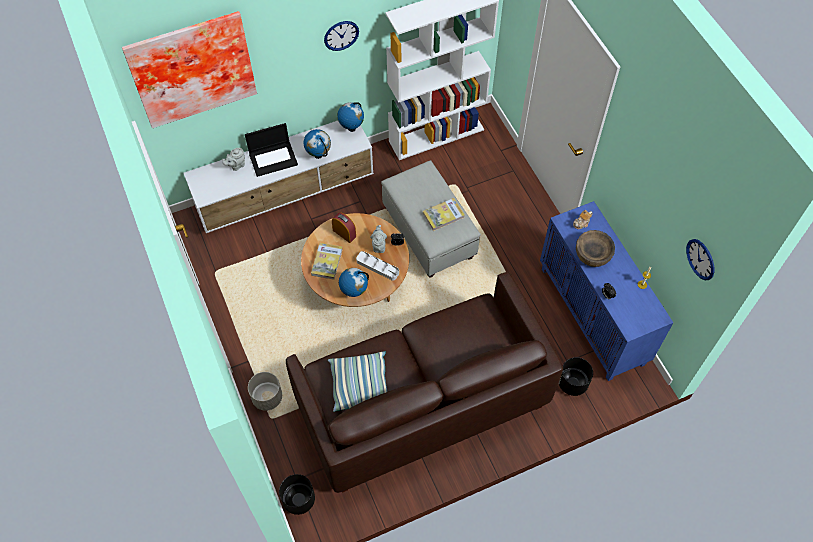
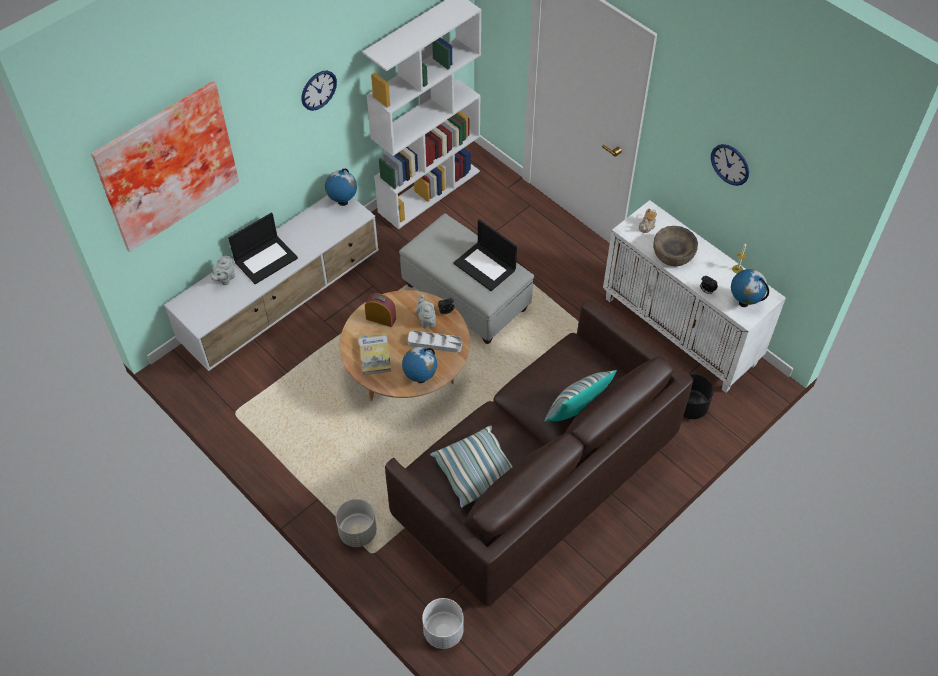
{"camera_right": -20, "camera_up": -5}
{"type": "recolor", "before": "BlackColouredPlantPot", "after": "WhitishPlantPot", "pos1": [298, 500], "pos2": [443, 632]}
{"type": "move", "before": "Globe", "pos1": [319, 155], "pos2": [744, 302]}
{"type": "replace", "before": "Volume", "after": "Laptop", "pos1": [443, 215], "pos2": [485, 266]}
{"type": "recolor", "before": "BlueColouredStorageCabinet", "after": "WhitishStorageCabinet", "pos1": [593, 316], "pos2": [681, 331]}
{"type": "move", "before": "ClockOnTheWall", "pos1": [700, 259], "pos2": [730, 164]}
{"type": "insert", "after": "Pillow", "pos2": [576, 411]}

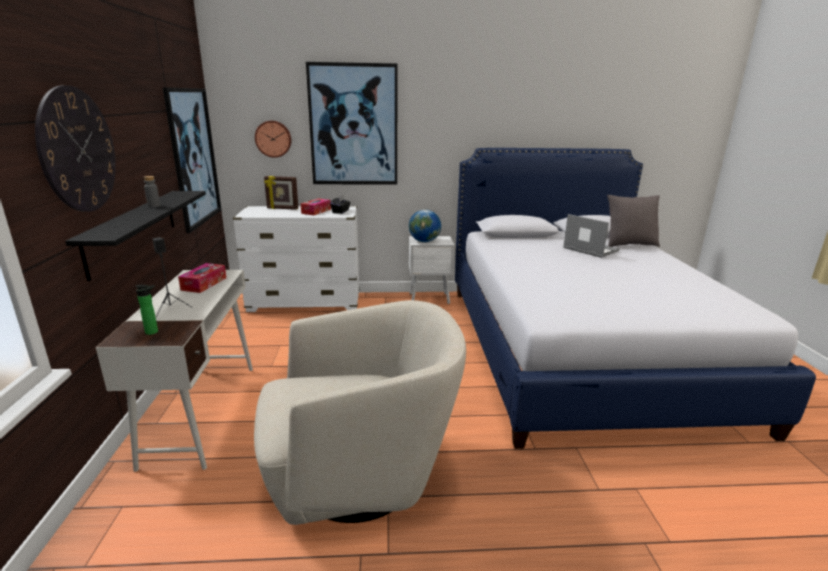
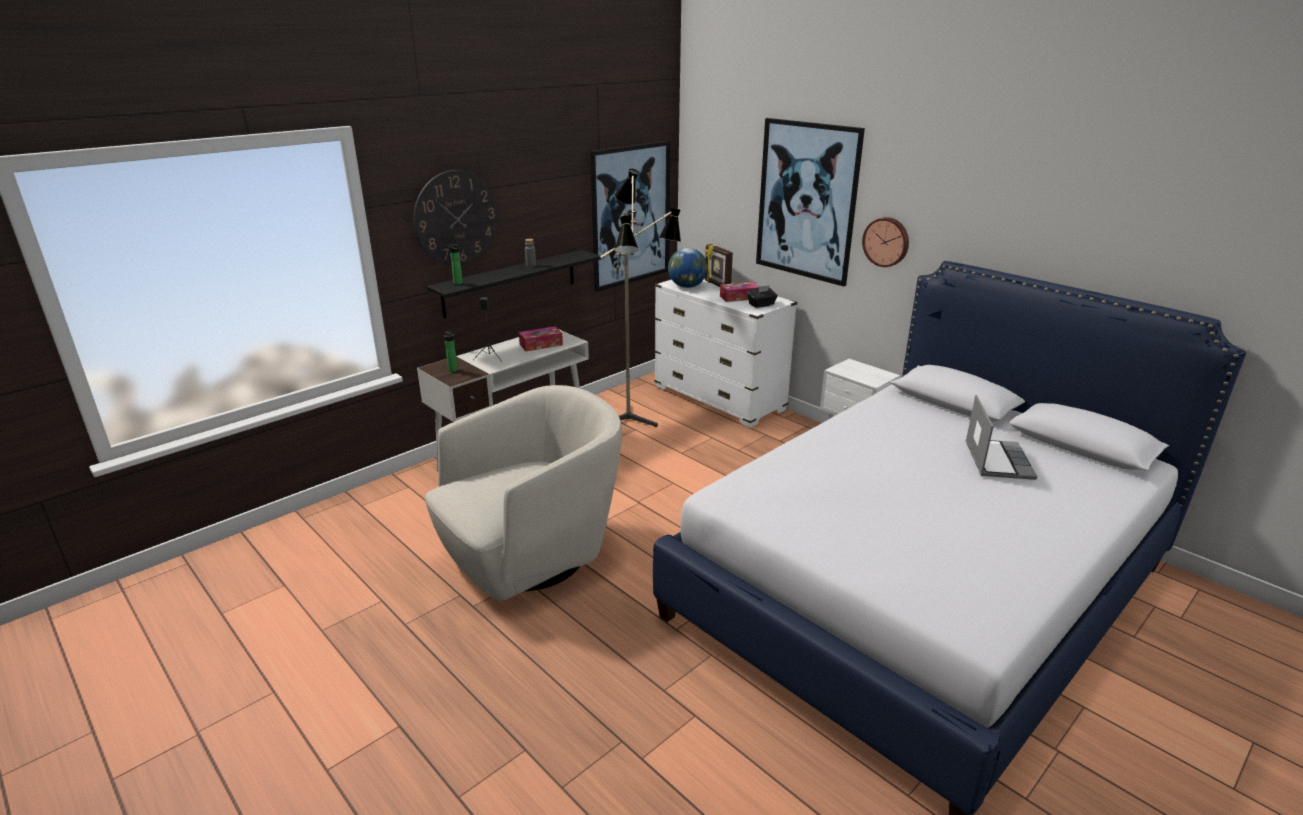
{"camera_right": 50, "camera_up": 5}
{"type": "rotate", "before": "BeigeEasyChair", "pos1": [360, 474], "pos2": [532, 554], "turn": -75}
{"type": "move", "before": "ClockOnTheWall", "pos1": [273, 139], "pos2": [886, 241]}
{"type": "move", "before": "Globe", "pos1": [424, 241], "pos2": [687, 286]}
{"type": "delete", "before": "GreyishPillow", "pos1": [629, 245]}
{"type": "insert", "after": "DrinkBottle", "pos2": [456, 283]}
{"type": "insert", "after": "StandardLamp", "pos2": [635, 418]}

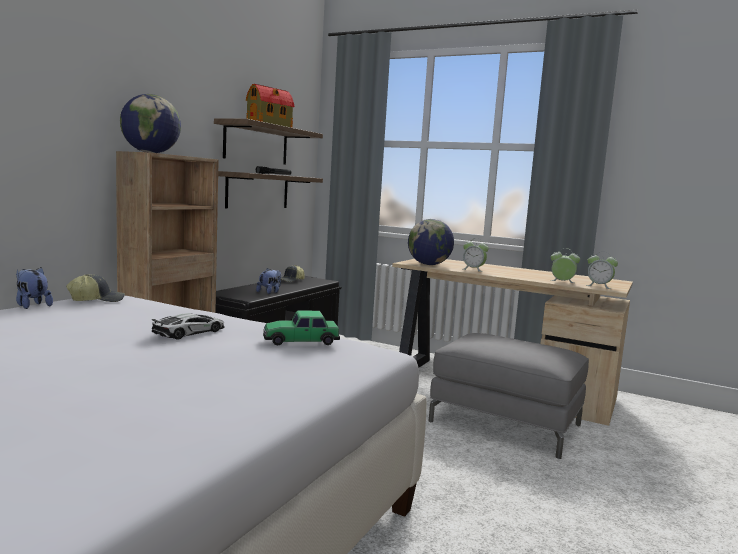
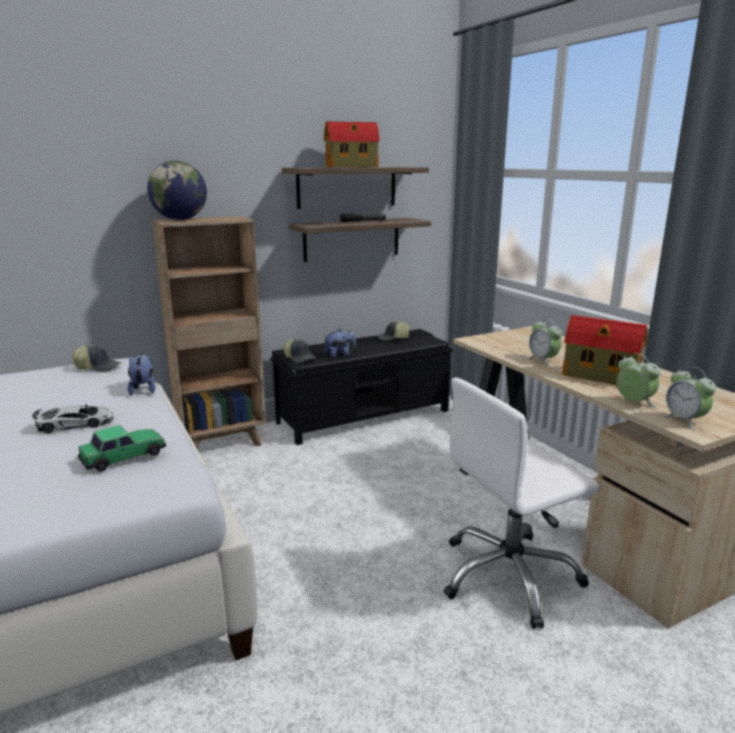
{"camera_right": 35, "camera_up": 10}
{"type": "move", "before": "SoftToy", "pos1": [31, 305], "pos2": [143, 389]}
{"type": "rotate", "before": "MiniatureCar", "pos1": [300, 340], "pos2": [124, 456], "turn": 120}
{"type": "delete", "before": "Globe", "pos1": [429, 264]}
{"type": "replace", "before": "GreyishFootrest", "after": "WhitishOfficeChair", "pos1": [505, 423], "pos2": [509, 576]}
{"type": "insert", "after": "BaseballCap", "pos2": [300, 358]}
{"type": "insert", "after": "ToyHouse", "pos2": [598, 376]}

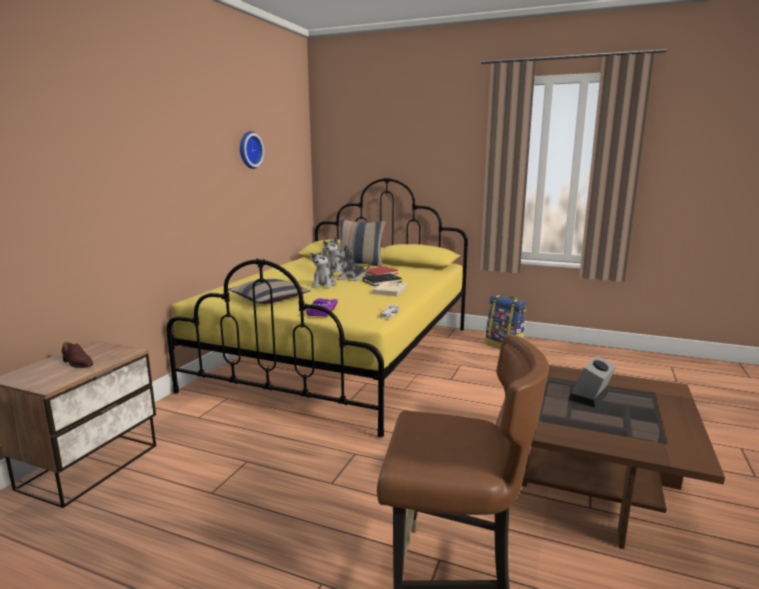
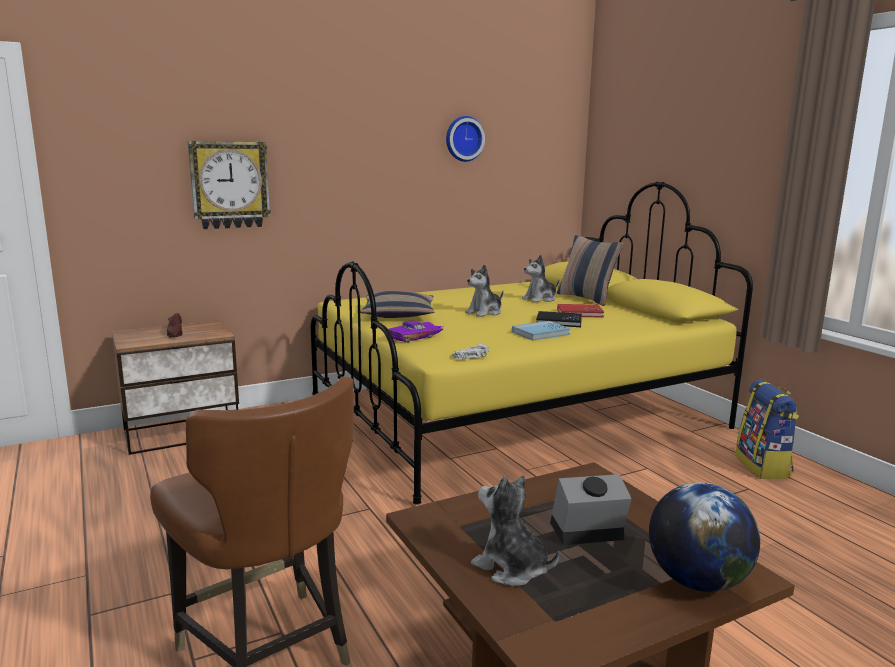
{"camera_right": 40, "camera_up": 0}
{"type": "move", "before": "SoftToy", "pos1": [350, 278], "pos2": [511, 568]}
{"type": "recolor", "before": "BeigeVolume", "after": "BlueColouredVolume", "pos1": [390, 290], "pos2": [540, 333]}
{"type": "insert", "after": "ClockOnTheWall", "pos2": [229, 185]}
{"type": "insert", "after": "Globe", "pos2": [697, 581]}

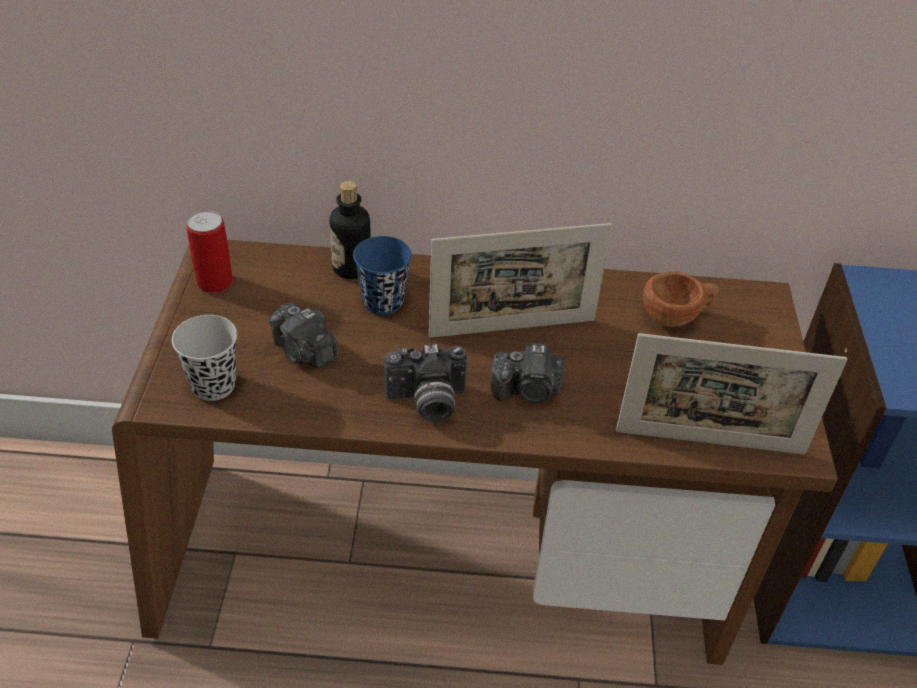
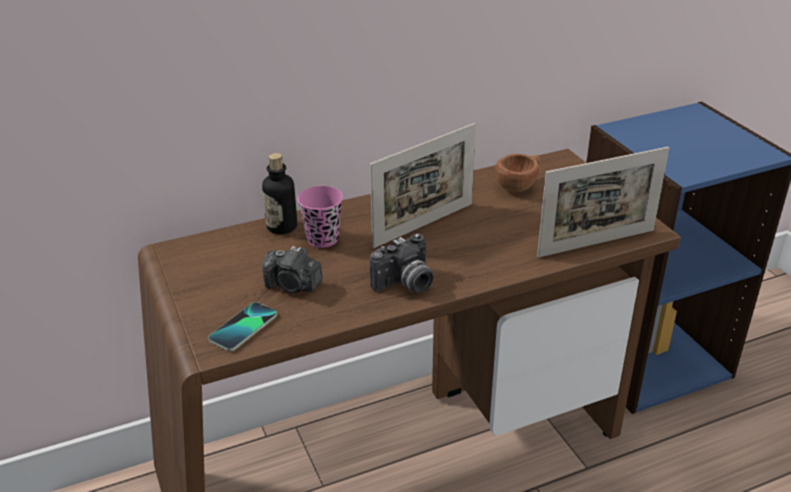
{"camera_right": -25, "camera_up": -10}
{"type": "replace", "before": "BlackColouredCup", "after": "Phone", "pos1": [213, 385], "pos2": [243, 328]}
{"type": "delete", "before": "SealedCan", "pos1": [215, 282]}
{"type": "recolor", "before": "BlueColouredCup", "after": "PinkColouredCup", "pos1": [383, 302], "pos2": [322, 239]}
{"type": "delete", "before": "StillCamera", "pos1": [527, 390]}

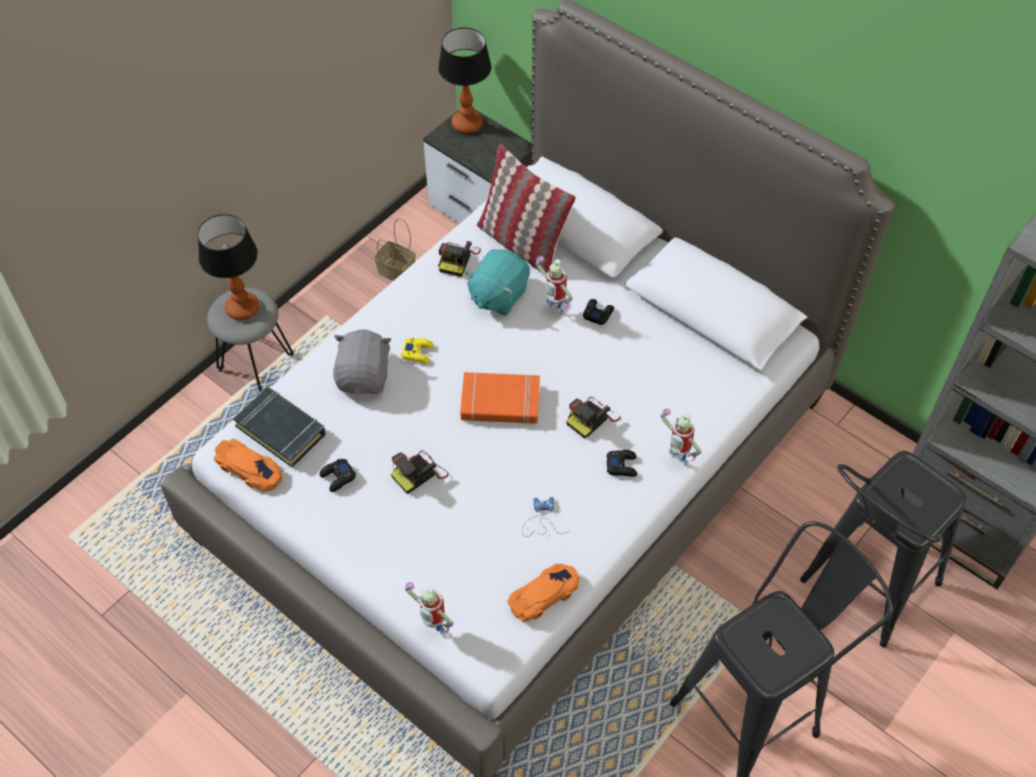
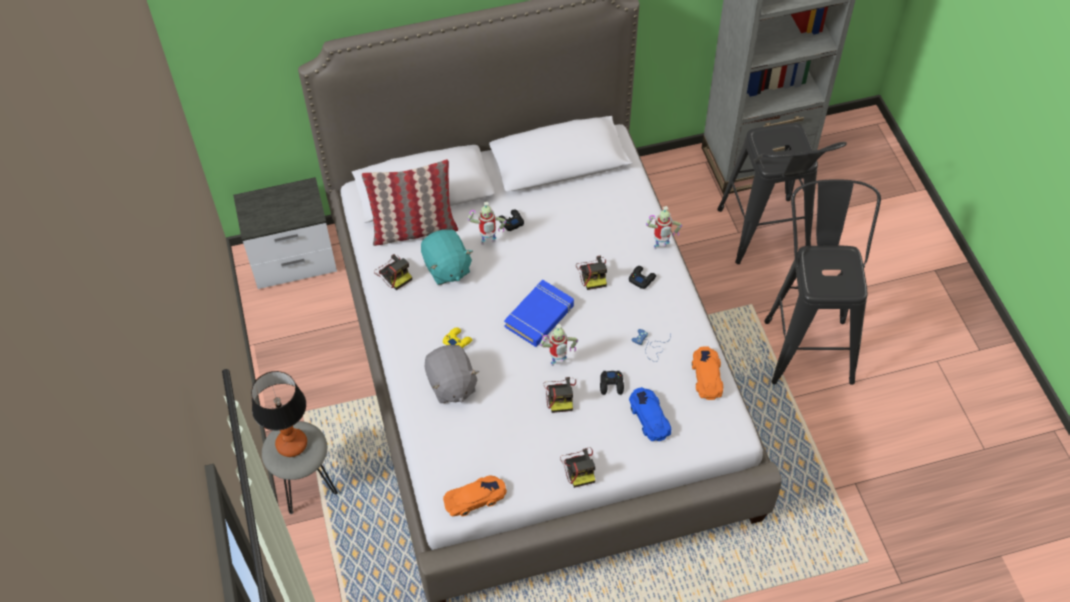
{"camera_right": -55, "camera_up": 0}
{"type": "delete", "before": "BlackColouredVolume", "pos1": [281, 430]}
{"type": "move", "before": "BlackColouredJoypad", "pos1": [338, 477], "pos2": [611, 385]}
{"type": "rotate", "before": "GreyishSoftToy", "pos1": [364, 376], "pos2": [451, 384], "turn": -150}
{"type": "delete", "before": "StorageBasket", "pos1": [398, 271]}
{"type": "move", "before": "RobotFigure", "pos1": [434, 629], "pos2": [557, 364]}
{"type": "delete", "before": "LampForATable", "pos1": [466, 124]}
{"type": "recolor", "before": "OrangeyVolume", "after": "BlueColouredVolume", "pos1": [500, 402], "pos2": [539, 316]}
{"type": "insert", "after": "StillCamera", "pos2": [579, 467]}
{"type": "insert", "after": "BlueColouredMiniatureCar", "pos2": [649, 416]}

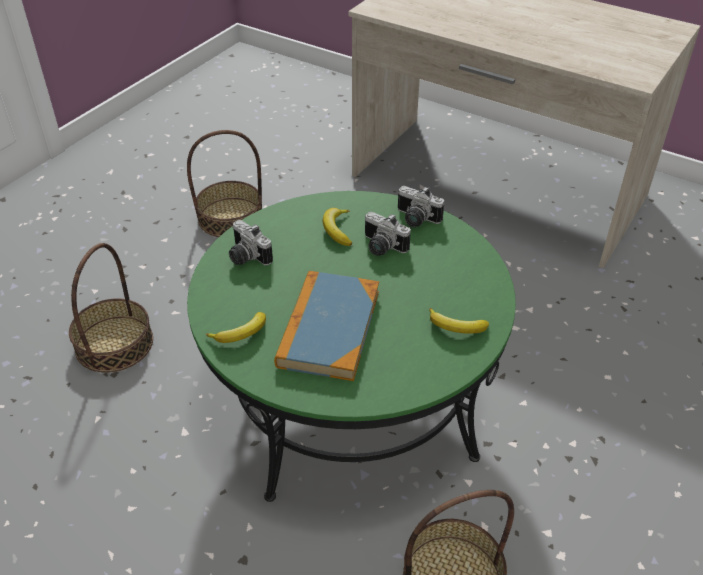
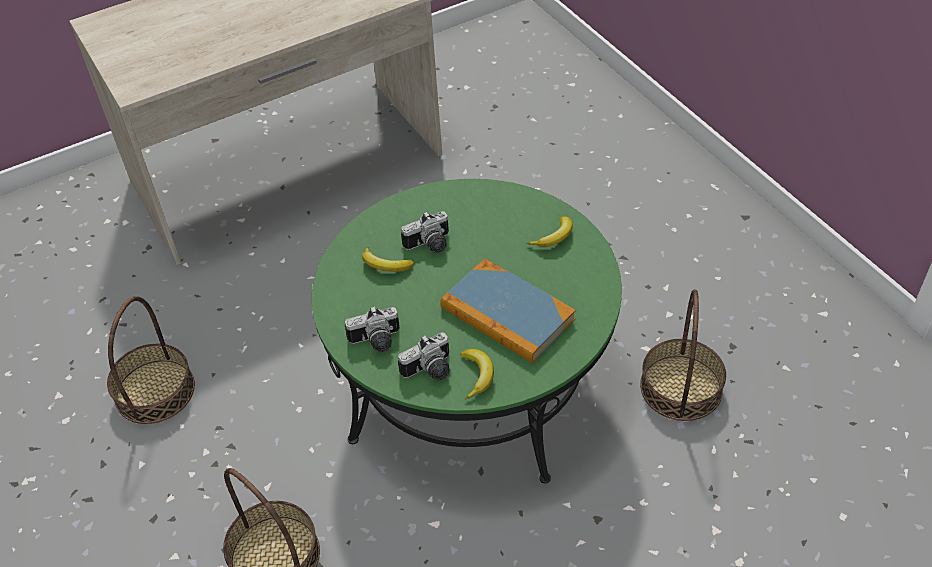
{"camera_right": -60, "camera_up": 5}
{"type": "move", "before": "StillCamera", "pos1": [415, 219], "pos2": [430, 371]}

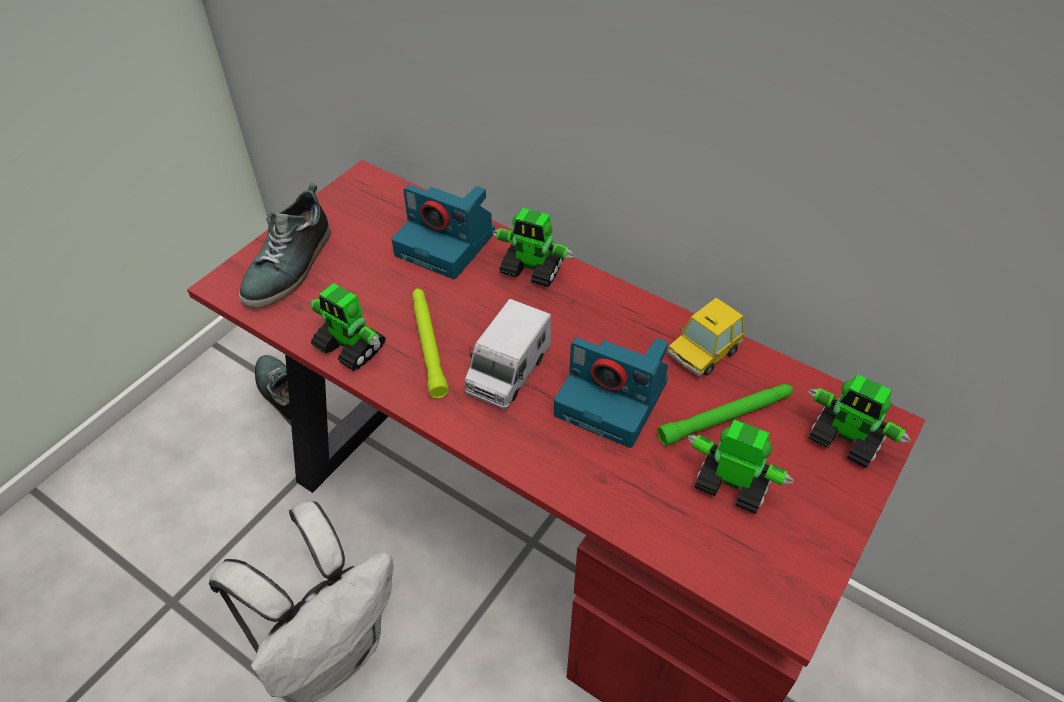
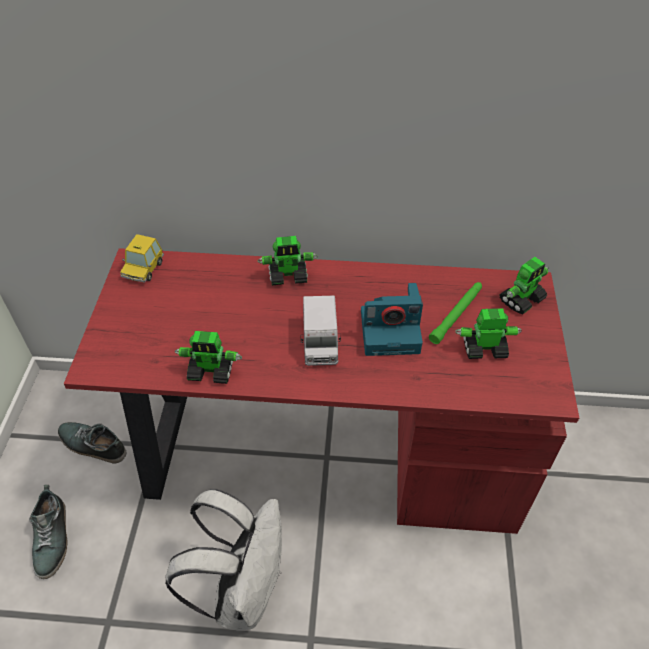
{"camera_right": -30, "camera_up": 0}
{"type": "move", "before": "ItemOfFootwear", "pos1": [290, 266], "pos2": [52, 538]}
{"type": "delete", "before": "StillCamera", "pos1": [448, 244]}
{"type": "delete", "before": "GreenTorch", "pos1": [428, 344]}
{"type": "move", "before": "MiniatureCar", "pos1": [703, 352], "pos2": [143, 269]}
{"type": "rotate", "before": "RobotFigure", "pos1": [846, 440], "pos2": [522, 299], "turn": -45}

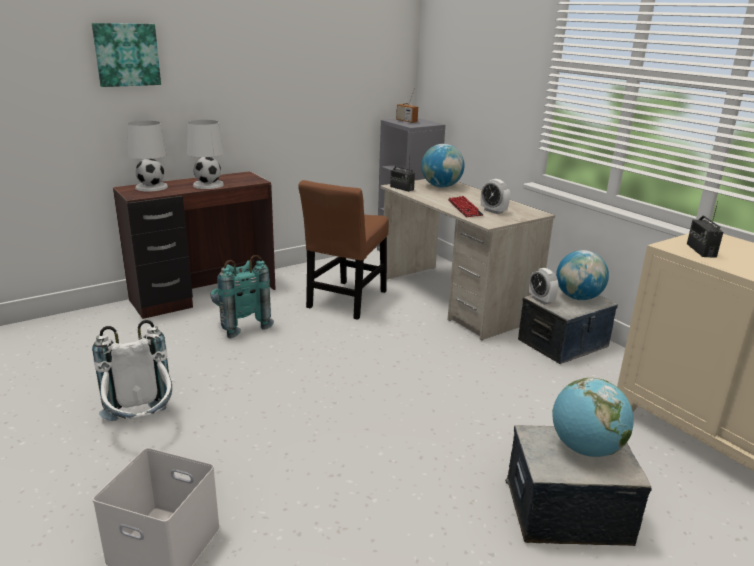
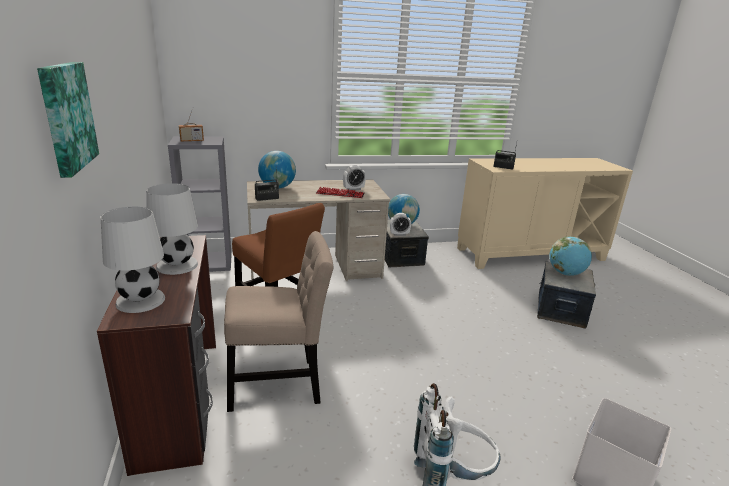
{"camera_right": -70, "camera_up": 0}
{"type": "replace", "before": "BlueGreenRucksack", "after": "BeigeChair", "pos1": [239, 325], "pos2": [279, 384]}

